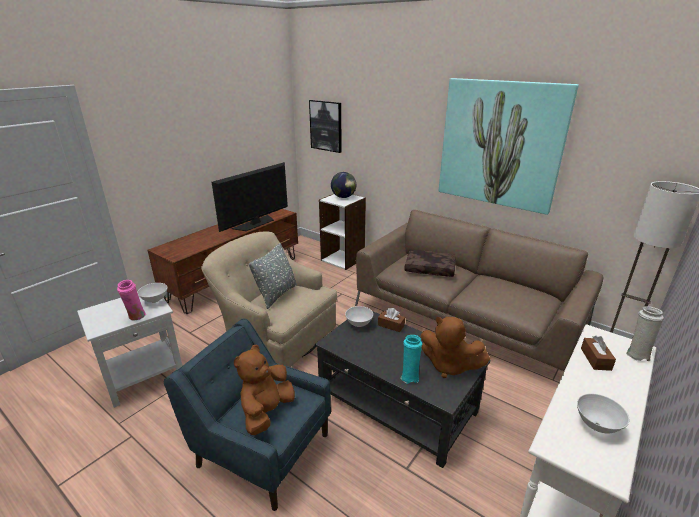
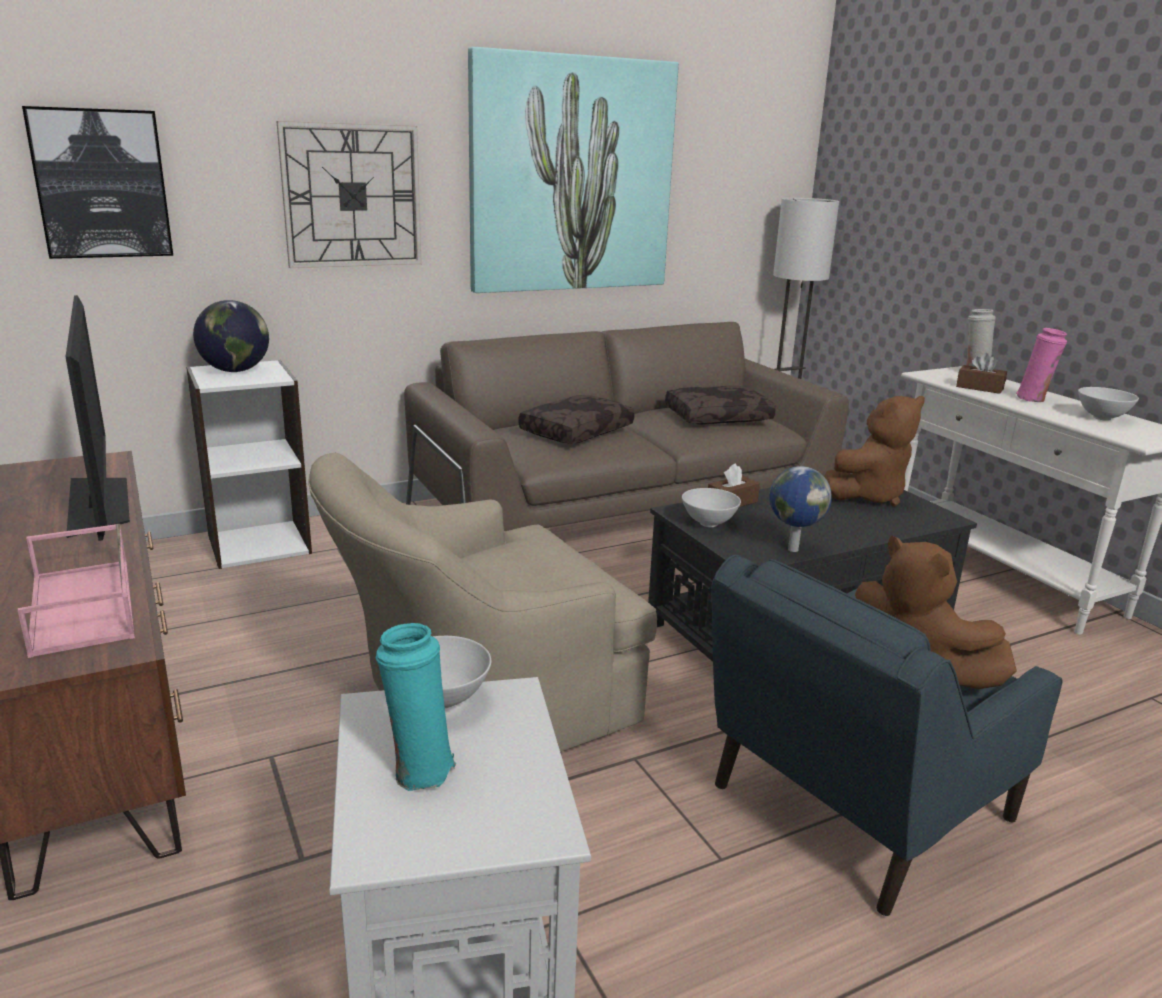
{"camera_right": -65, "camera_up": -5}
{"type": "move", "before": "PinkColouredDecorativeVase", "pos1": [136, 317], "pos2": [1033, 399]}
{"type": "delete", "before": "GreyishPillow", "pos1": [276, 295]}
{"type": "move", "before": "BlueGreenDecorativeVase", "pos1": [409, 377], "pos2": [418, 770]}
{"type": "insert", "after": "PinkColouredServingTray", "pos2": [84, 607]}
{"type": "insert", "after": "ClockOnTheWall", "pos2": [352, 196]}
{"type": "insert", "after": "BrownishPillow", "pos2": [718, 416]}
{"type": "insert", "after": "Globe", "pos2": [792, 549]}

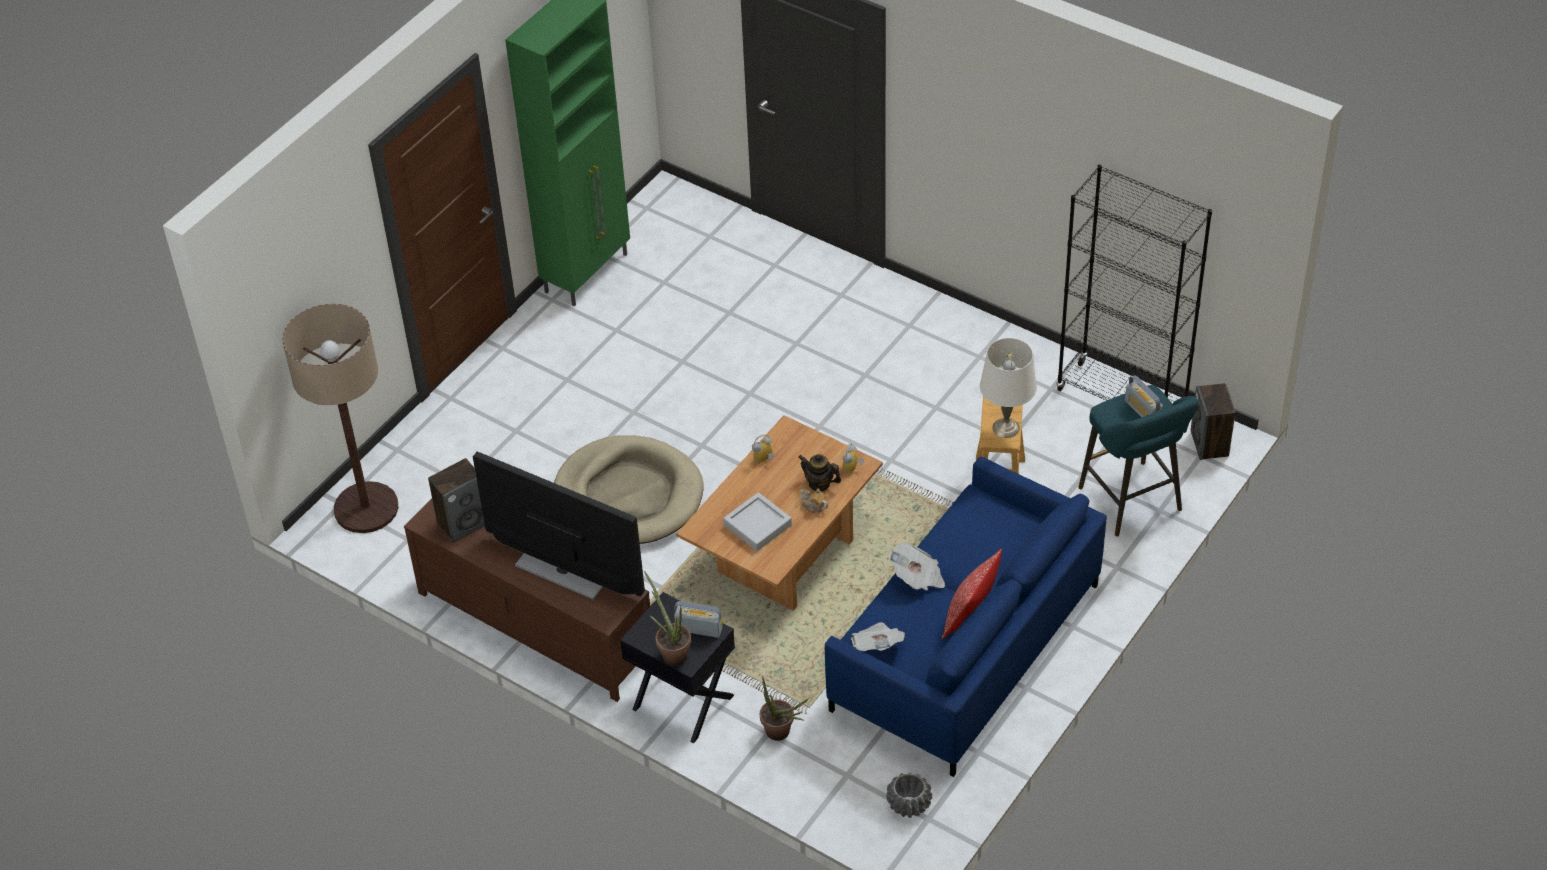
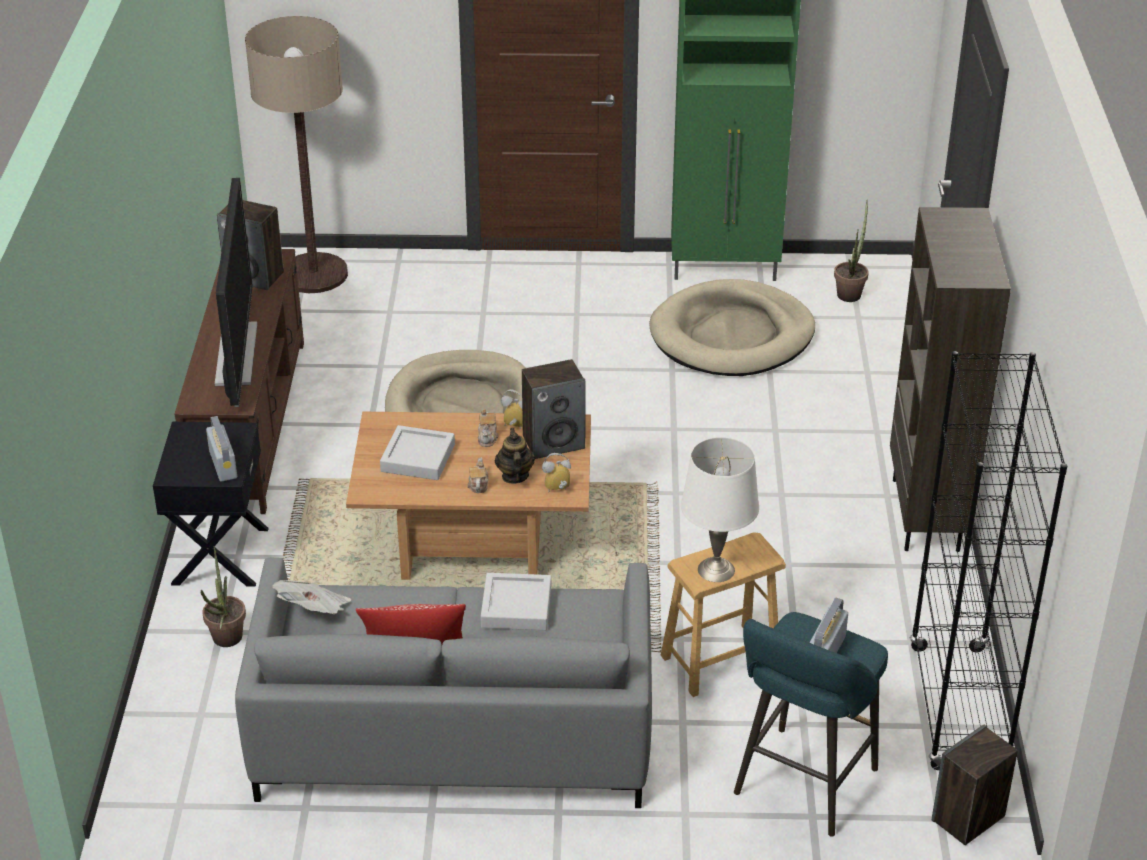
{"camera_right": 55, "camera_up": -10}
{"type": "move", "before": "PlantInAPot", "pos1": [671, 652], "pos2": [850, 292]}
{"type": "recolor", "before": "BlueColouredCouch", "after": "GreyishCouch", "pos1": [964, 646], "pos2": [454, 731]}
{"type": "delete", "before": "GreyishPlantPot", "pos1": [909, 804]}
{"type": "delete", "before": "DailyPaper", "pos1": [917, 578]}
{"type": "insert", "after": "PotForTea", "pos2": [487, 437]}
{"type": "insert", "after": "GreyishServingTray", "pos2": [516, 607]}
{"type": "insert", "after": "Loudspeaker", "pos2": [554, 442]}
{"type": "insert", "after": "BeigePetBed", "pos2": [732, 335]}
{"type": "insert", "after": "BrownishShelvingUnit", "pos2": [927, 515]}

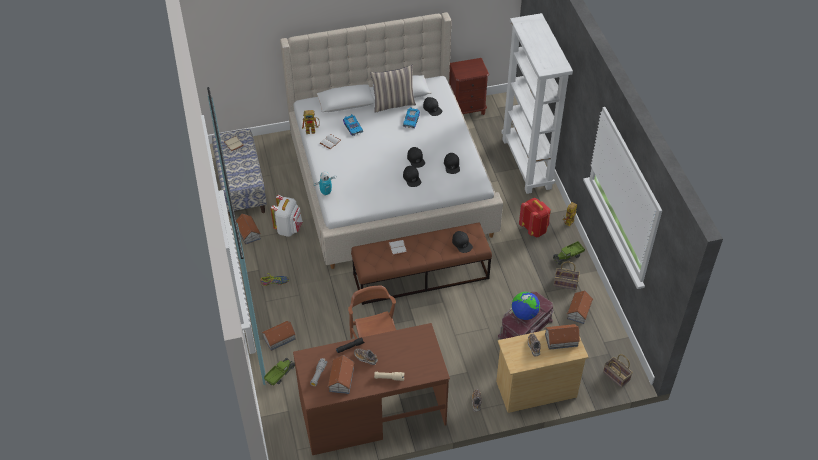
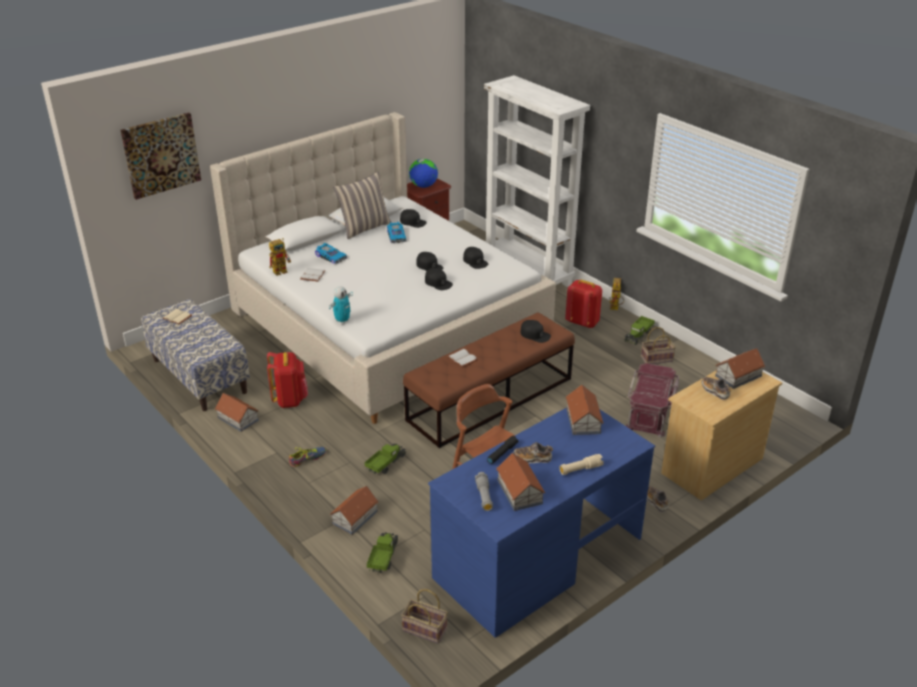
{"camera_right": -25, "camera_up": -15}
{"type": "recolor", "before": "WhitishRucksack", "after": "RedColouredRucksack", "pos1": [288, 228], "pos2": [290, 400]}
{"type": "recolor", "before": "BrownishDeskTable", "after": "BlueColouredDeskTable", "pos1": [372, 412], "pos2": [537, 557]}
{"type": "move", "before": "Globe", "pos1": [524, 314], "pos2": [423, 186]}
{"type": "move", "before": "ToyHouse", "pos1": [578, 311], "pos2": [583, 421]}
{"type": "move", "before": "StorageBasket", "pos1": [617, 376], "pos2": [426, 629]}
{"type": "insert", "after": "WallPicture", "pos2": [161, 155]}
{"type": "insert", "after": "ToyTruck", "pos2": [385, 464]}

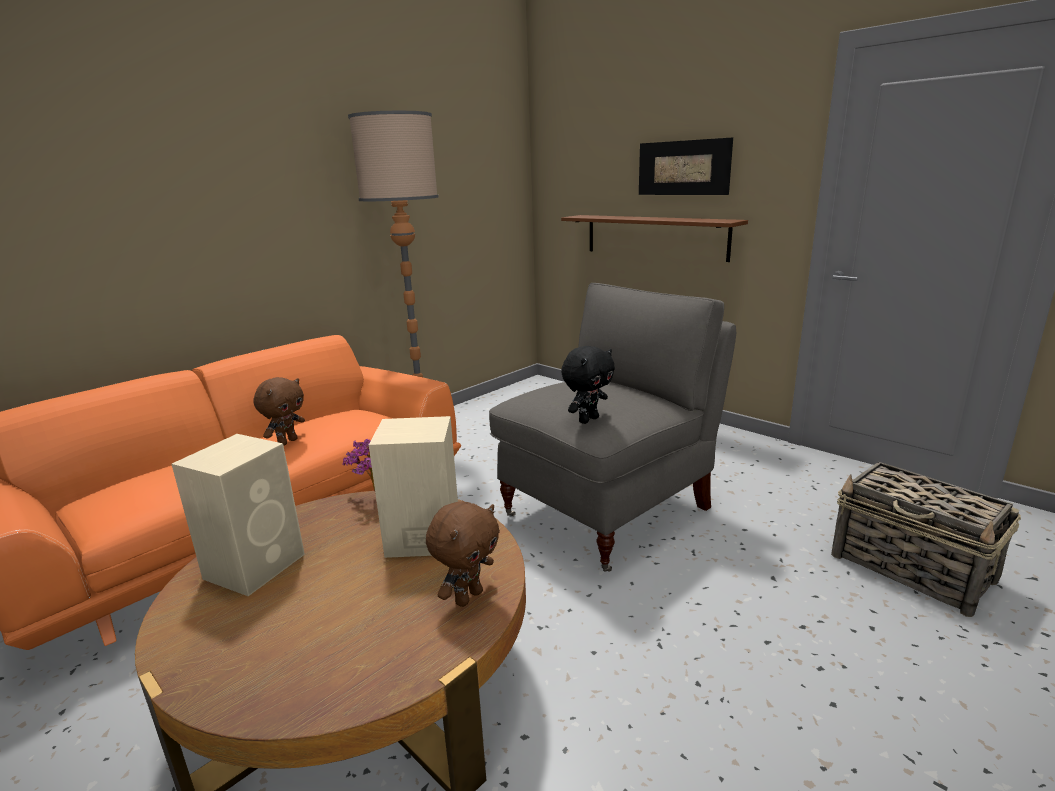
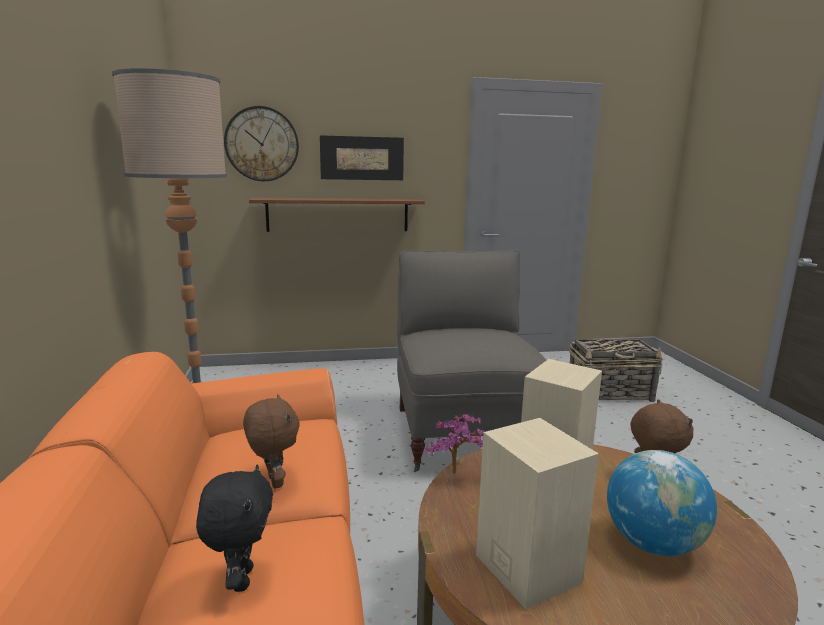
{"camera_right": -55, "camera_up": -5}
{"type": "move", "before": "BlackColouredSoftToy", "pos1": [588, 419], "pos2": [240, 579]}
{"type": "insert", "after": "ClockOnTheWall", "pos2": [262, 144]}
{"type": "insert", "after": "Globe", "pos2": [652, 544]}

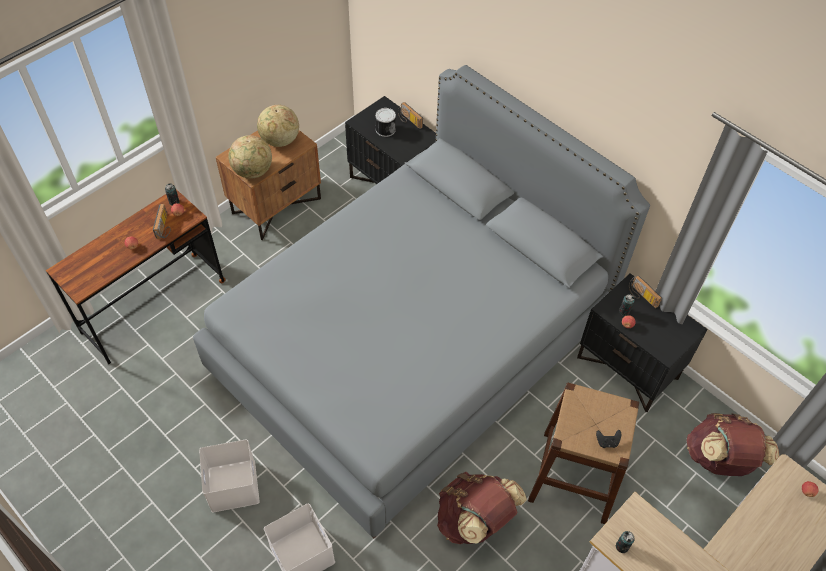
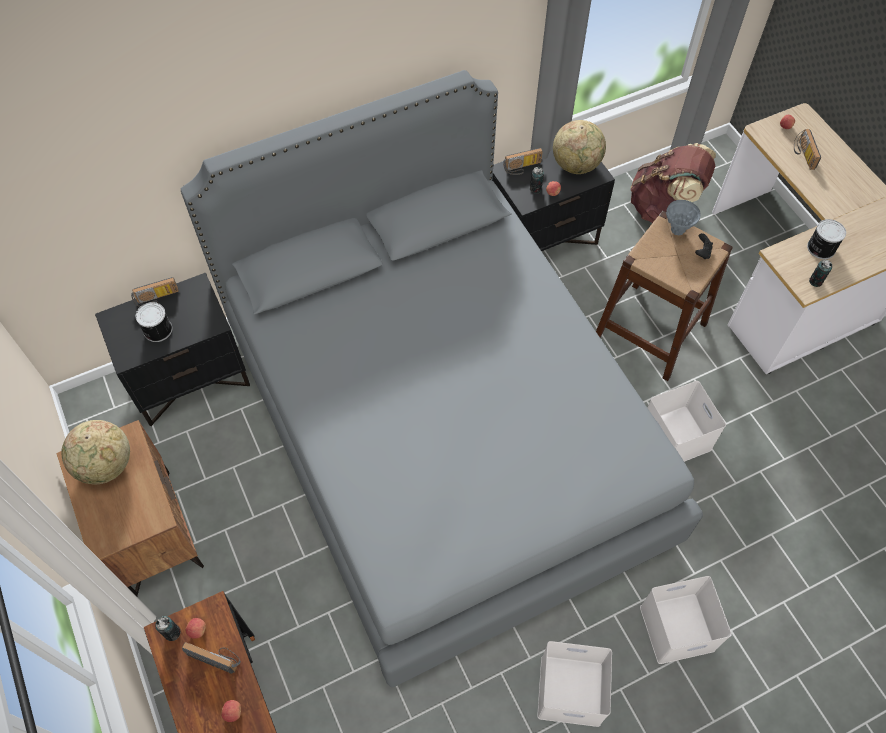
{"camera_right": -70, "camera_up": 5}
{"type": "move", "before": "Globe", "pos1": [253, 171], "pos2": [576, 165]}
{"type": "replace", "before": "BrownishRucksack", "after": "WhitishStorageBox", "pos1": [475, 520], "pos2": [677, 437]}
{"type": "insert", "after": "GreyishDecorativeVase", "pos2": [677, 230]}
{"type": "insert", "after": "Radio", "pos2": [802, 154]}
{"type": "insert", "after": "SealedCan", "pos2": [820, 248]}

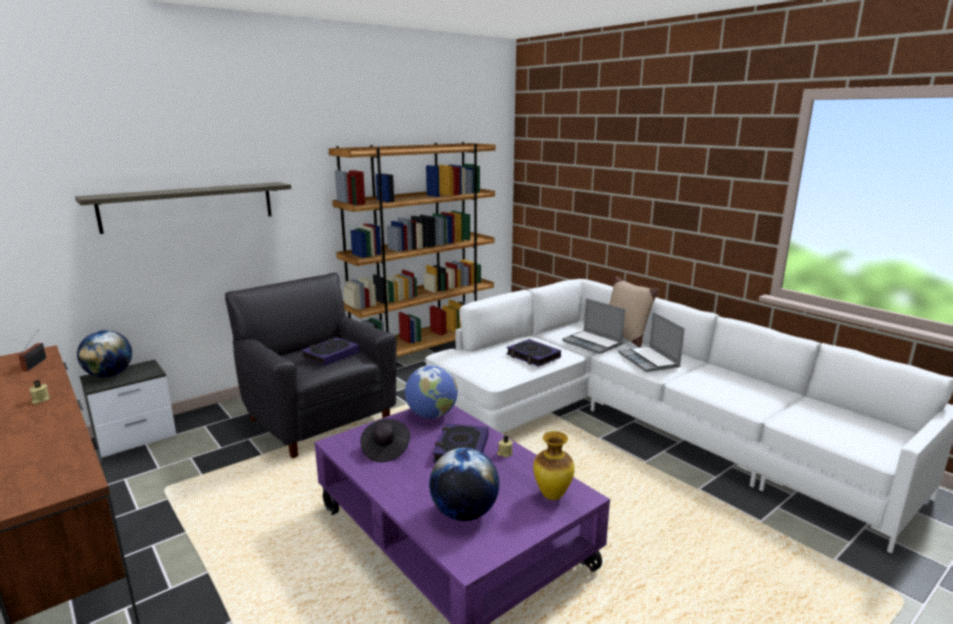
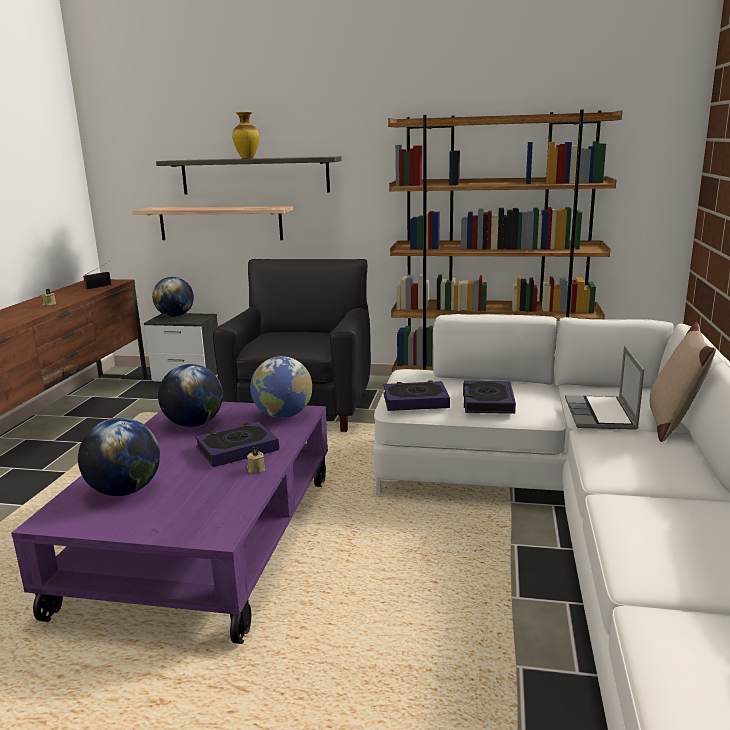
{"camera_right": 50, "camera_up": 0}
{"type": "move", "before": "Volume", "pos1": [331, 355], "pos2": [415, 401]}
{"type": "replace", "before": "BlackColouredWearableHat", "after": "Globe", "pos1": [385, 450], "pos2": [194, 424]}
{"type": "move", "before": "DecorativeVase", "pos1": [553, 496], "pos2": [247, 158]}
{"type": "delete", "before": "Laptop", "pos1": [649, 360]}
{"type": "insert", "after": "BracketShelf", "pos2": [220, 223]}

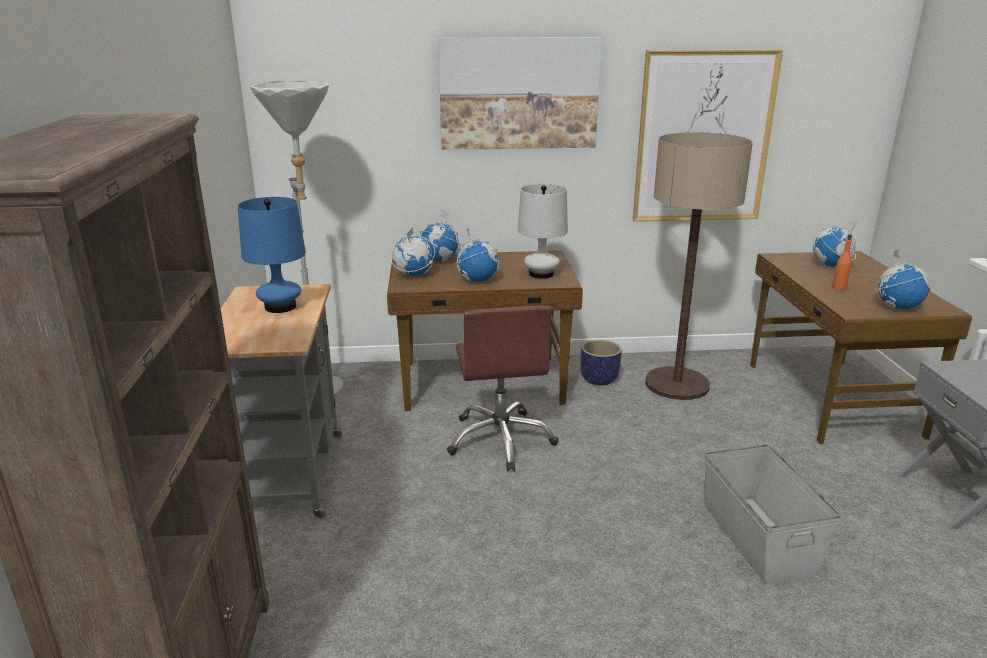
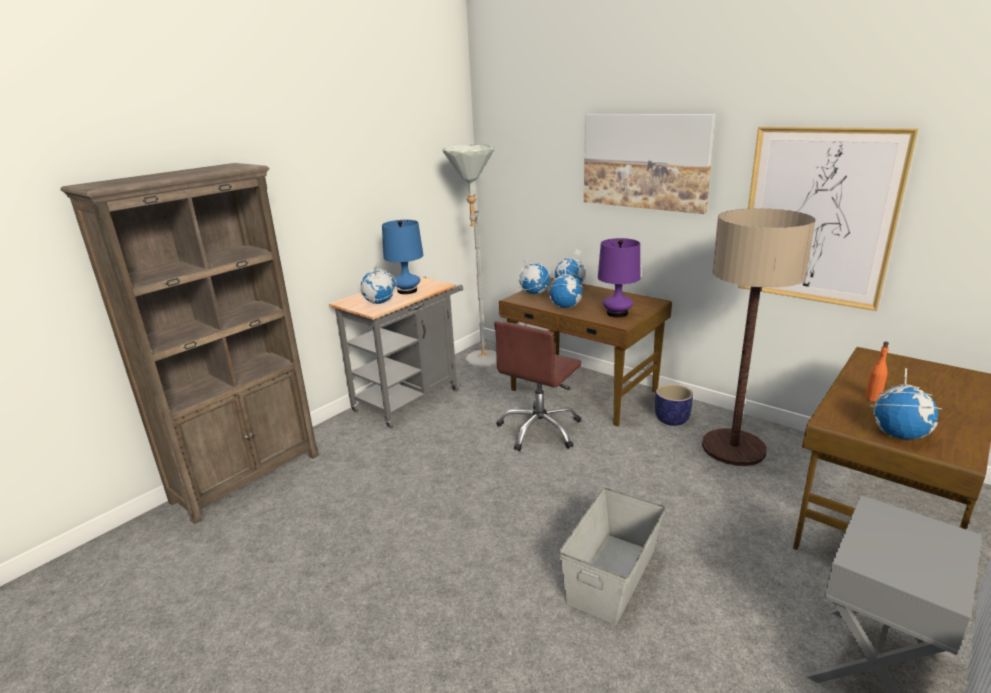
{"camera_right": 45, "camera_up": 0}
{"type": "recolor", "before": "WhitishLampForATable", "after": "PurplishLampForATable", "pos1": [541, 274], "pos2": [617, 313]}
{"type": "move", "before": "Globe", "pos1": [831, 265], "pos2": [379, 303]}

